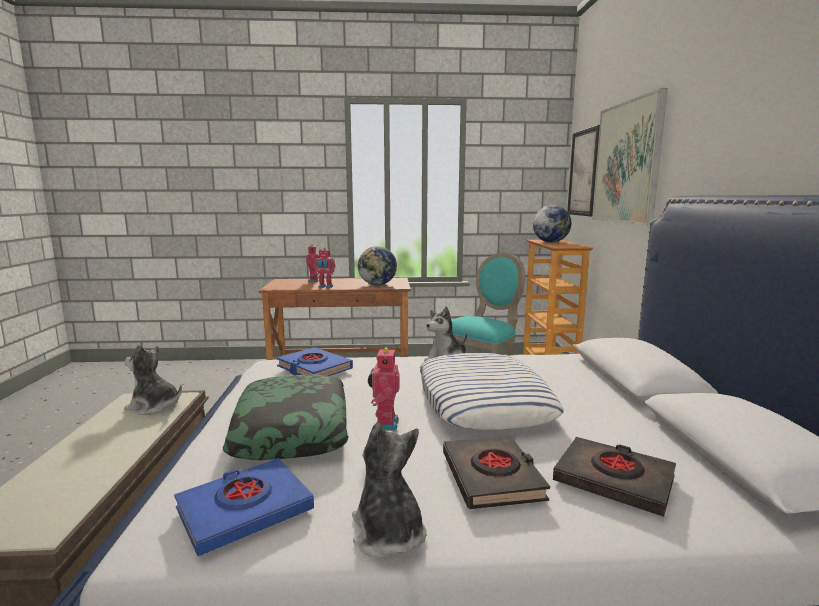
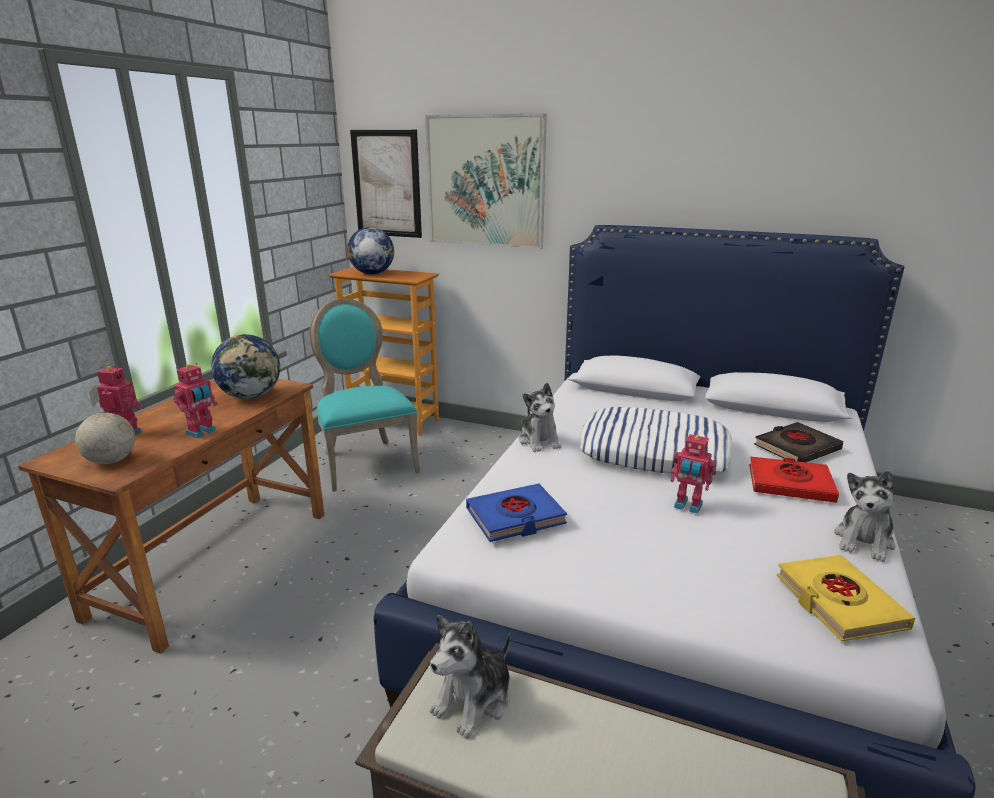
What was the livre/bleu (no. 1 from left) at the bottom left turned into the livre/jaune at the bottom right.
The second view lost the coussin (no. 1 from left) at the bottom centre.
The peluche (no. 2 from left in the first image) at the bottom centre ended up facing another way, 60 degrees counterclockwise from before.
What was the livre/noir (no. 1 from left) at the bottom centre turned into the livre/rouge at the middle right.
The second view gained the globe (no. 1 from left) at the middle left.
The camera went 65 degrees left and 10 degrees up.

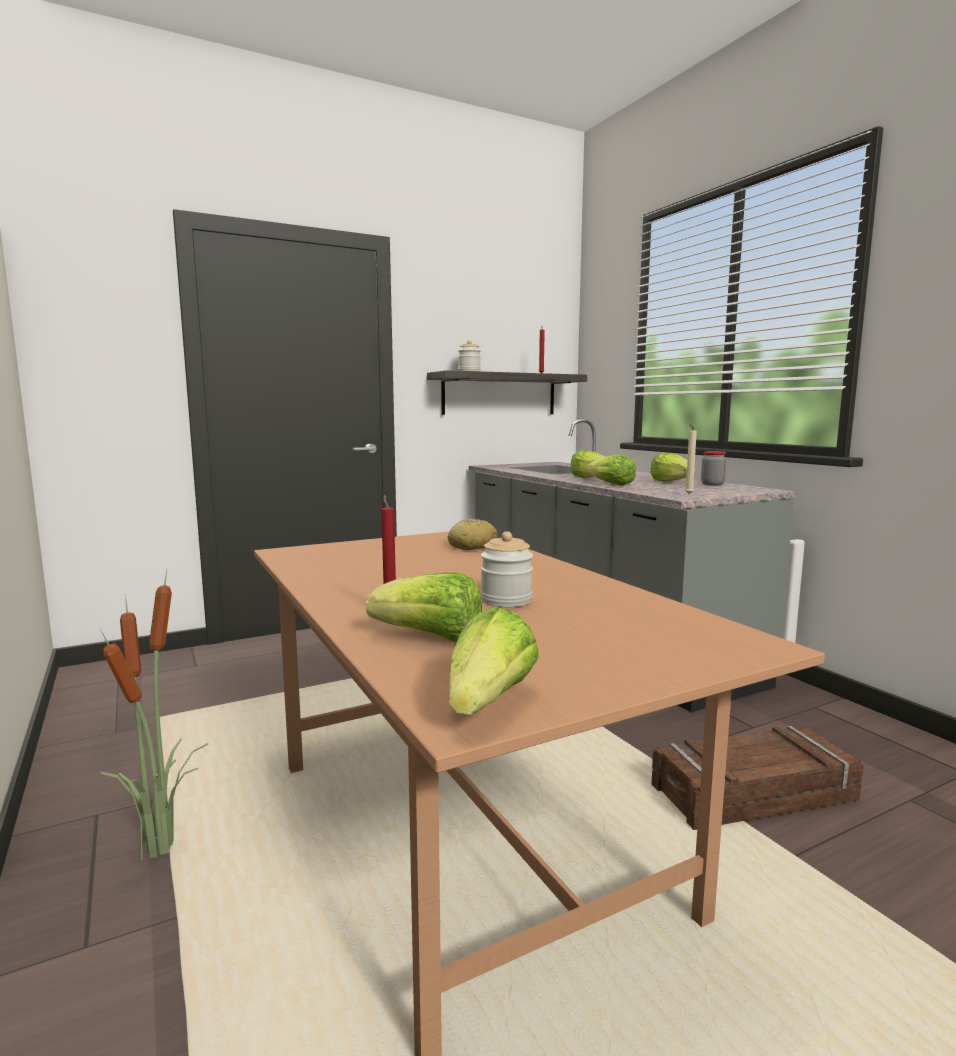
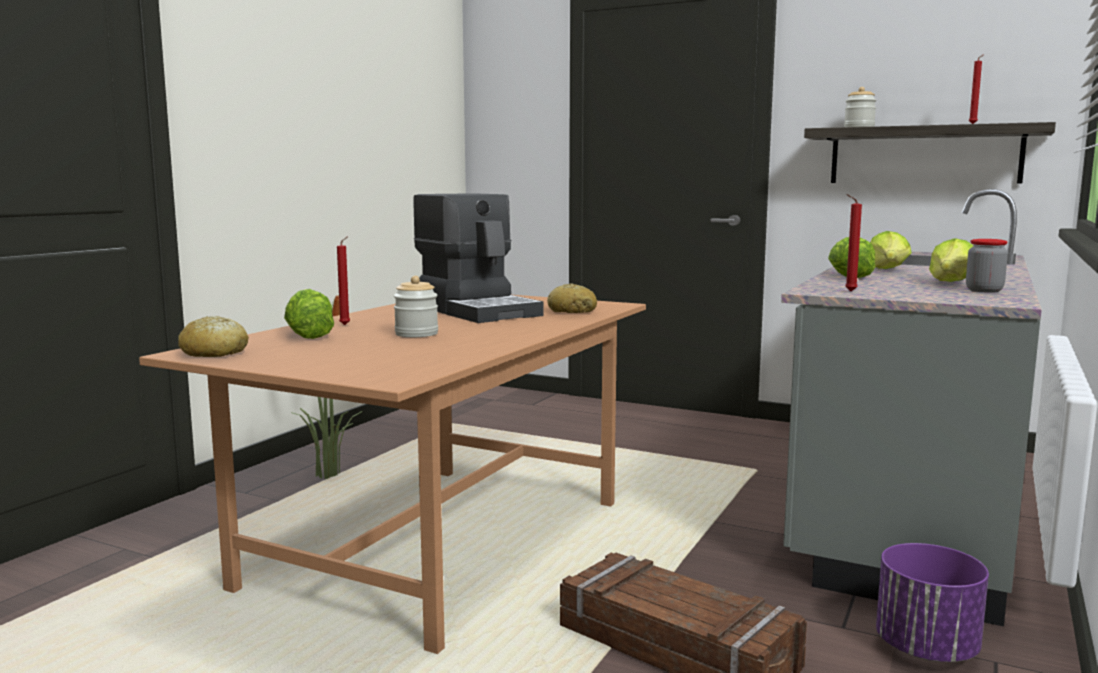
Where the laitue (no. 2 from left) stood at the centre, the pain (no. 1 from left) came to stand at the middle left.
What was the bougie/beige at the middle right turned into the bougie/rouge (no. 2 from left) at the middle right.
The second view gained the machine à café at the centre.
The second view gained the cache-pot/violet at the bottom right.
The camera went 55 degrees right and 0 degrees up.

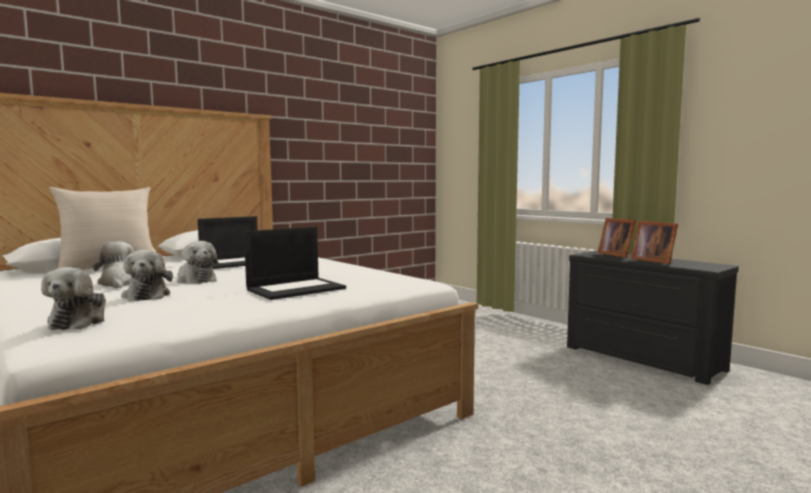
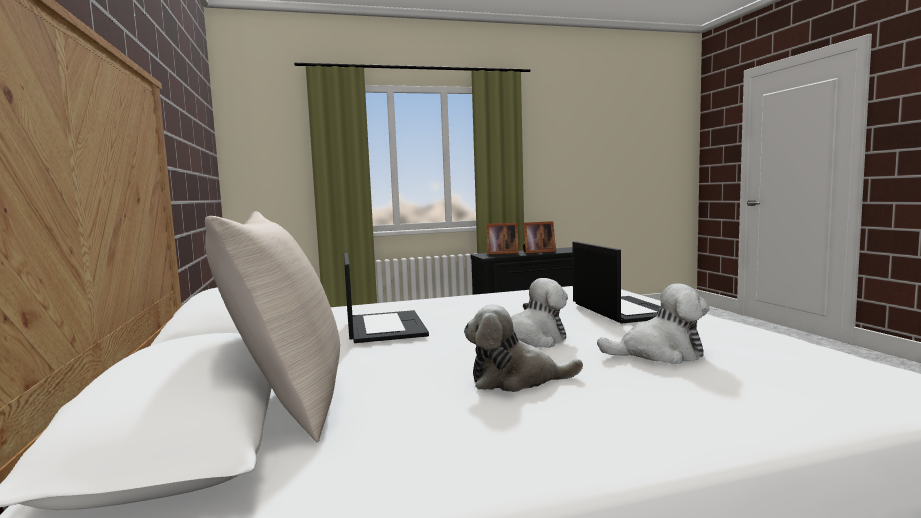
The second view lost the peluche (no. 1 from left) at the middle left.
The camera went 65 degrees left and 0 degrees up.

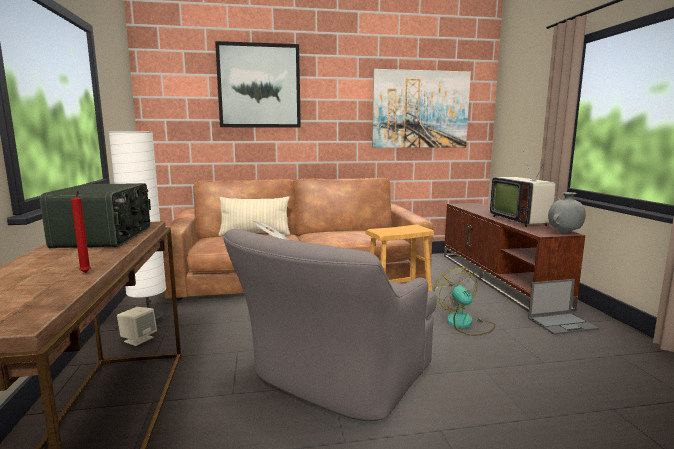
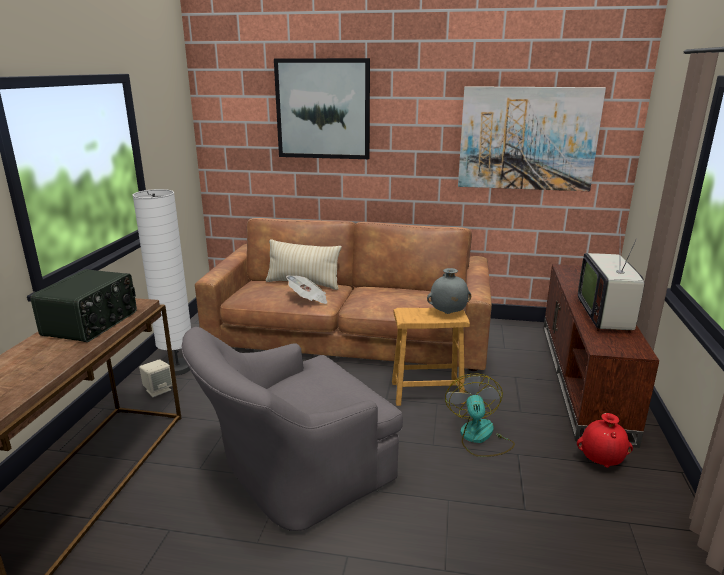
The second view lost the bougie/rouge at the middle left.
Where the ordinateur portable stood at the bottom right, the vase/rouge came to stand at the bottom right.
The vase/gris ended up elsewhere, having gone from the middle right to the centre.
The camera went 20 degrees right and 10 degrees up.

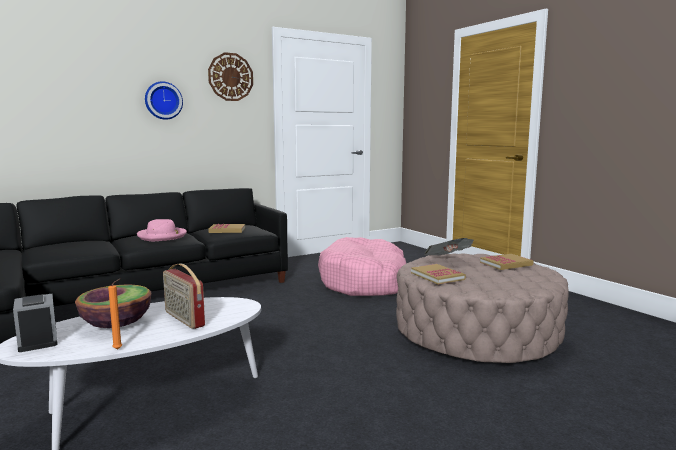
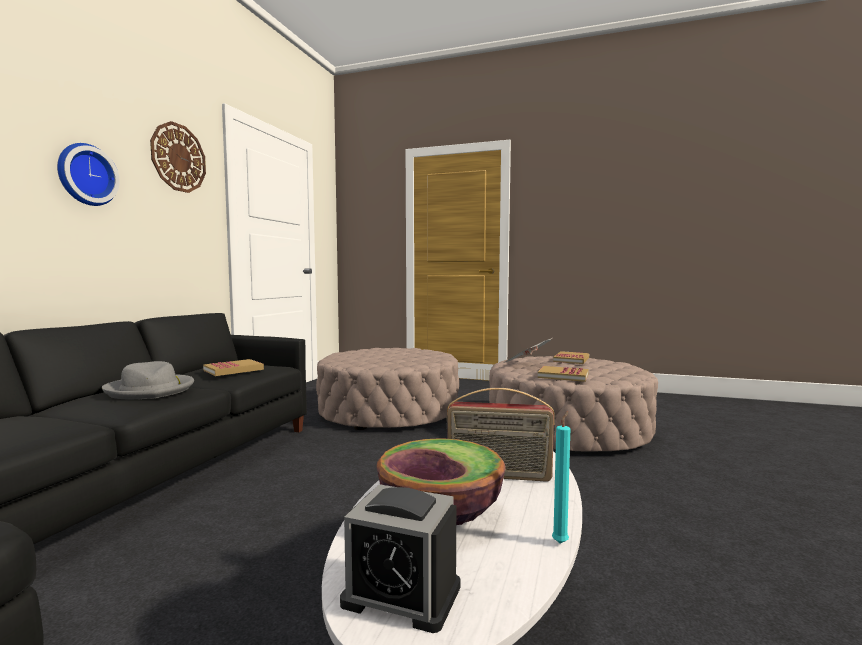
What was the bougie/orange at the bottom left turned into the bougie/turquoise at the bottom centre.
What was the chapeau/rose at the middle left turned into the chapeau/gris at the middle left.
Where the panier pour chien/rose stood at the centre, the pouf/beige (no. 1 from left) came to stand at the centre.
The camera went 40 degrees left and 5 degrees down.

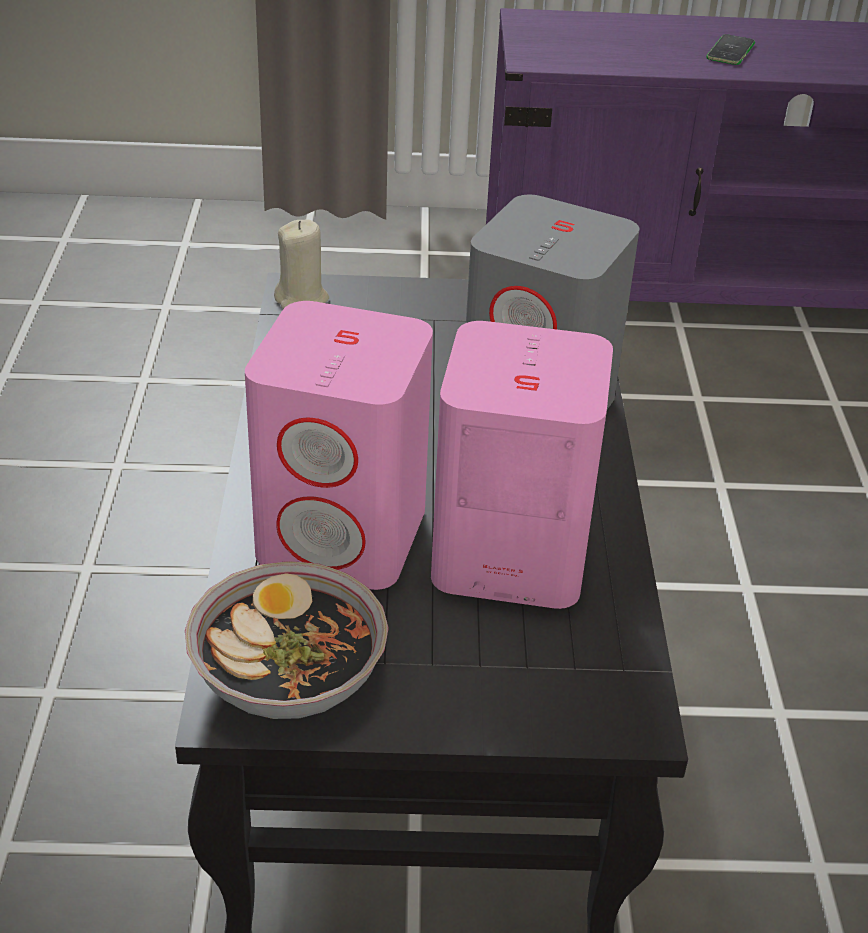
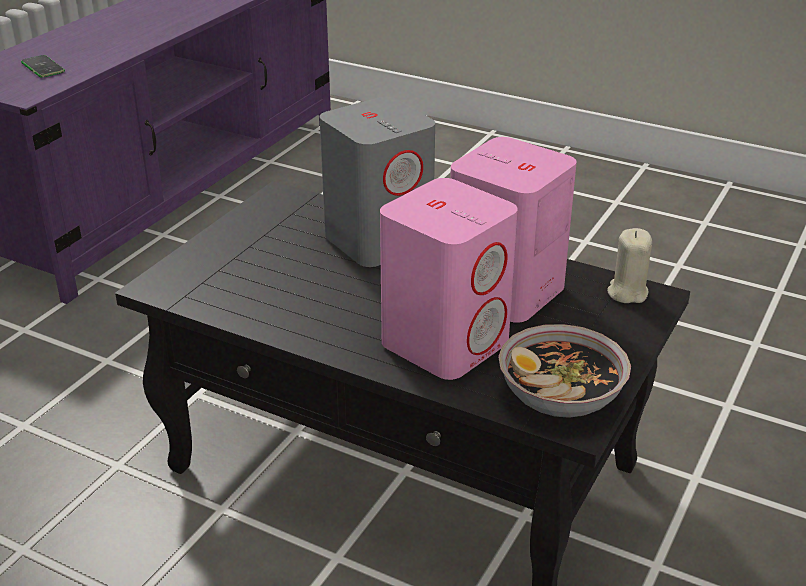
The bougie/beige ended up elsewhere, having gone from the top centre to the middle right.
The téléphone ended up elsewhere, having gone from the top right to the top left.
The camera went 60 degrees left and 5 degrees down.

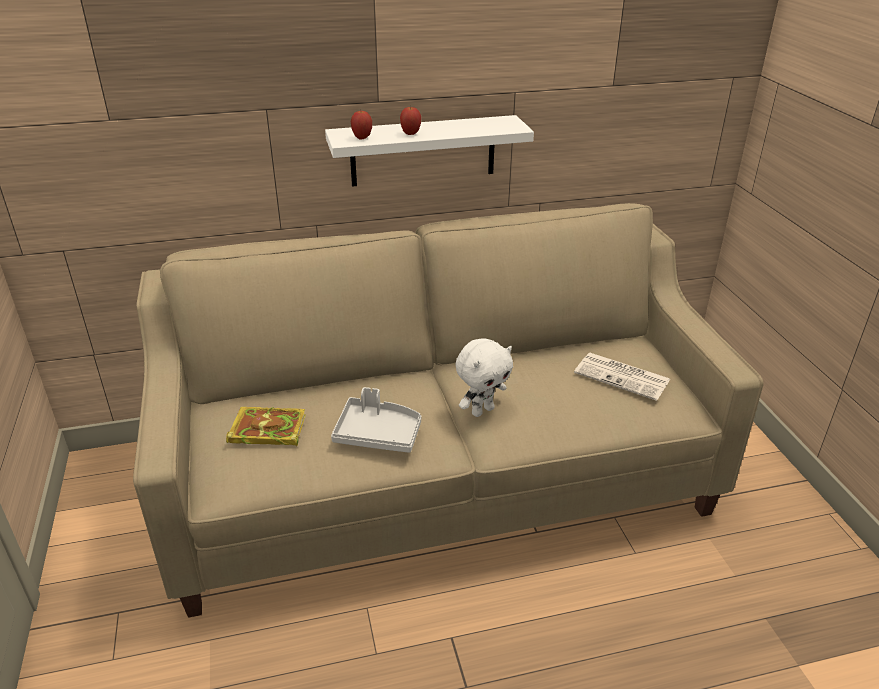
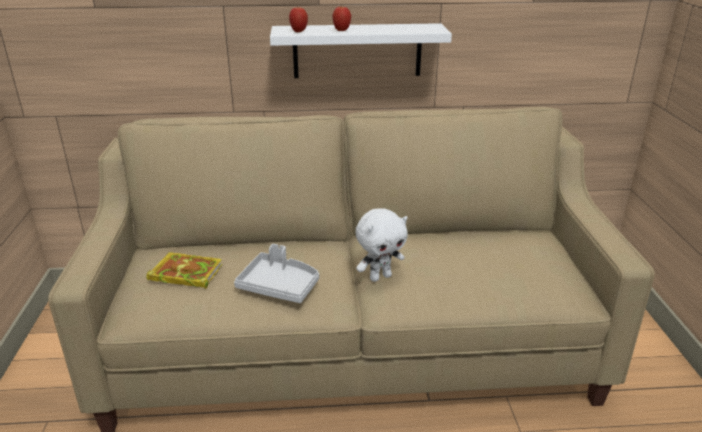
The second view lost the journal at the middle right.
The camera went 10 degrees right and 5 degrees down.

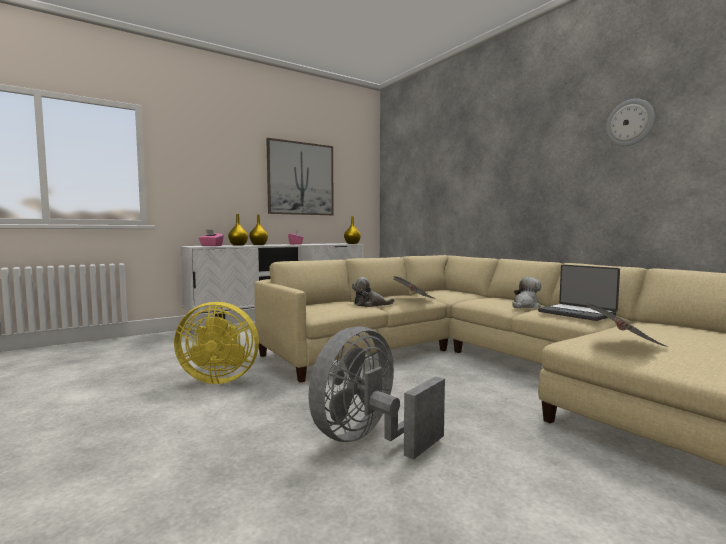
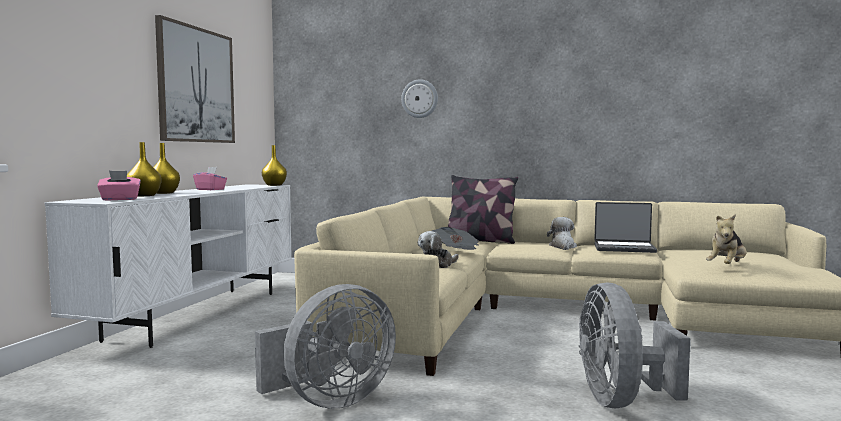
What was the ventilateur/jaune at the middle left turned into the ventilateur/gris (no. 1 from left) at the bottom centre.
Where the journal (no. 2 from left) stood at the middle right, the peluche (no. 3 from left) came to stand at the middle right.
The horloge murale ended up elsewhere, having gone from the top right to the top centre.
The second view gained the coussin at the centre.
The camera went 40 degrees left and 0 degrees up.

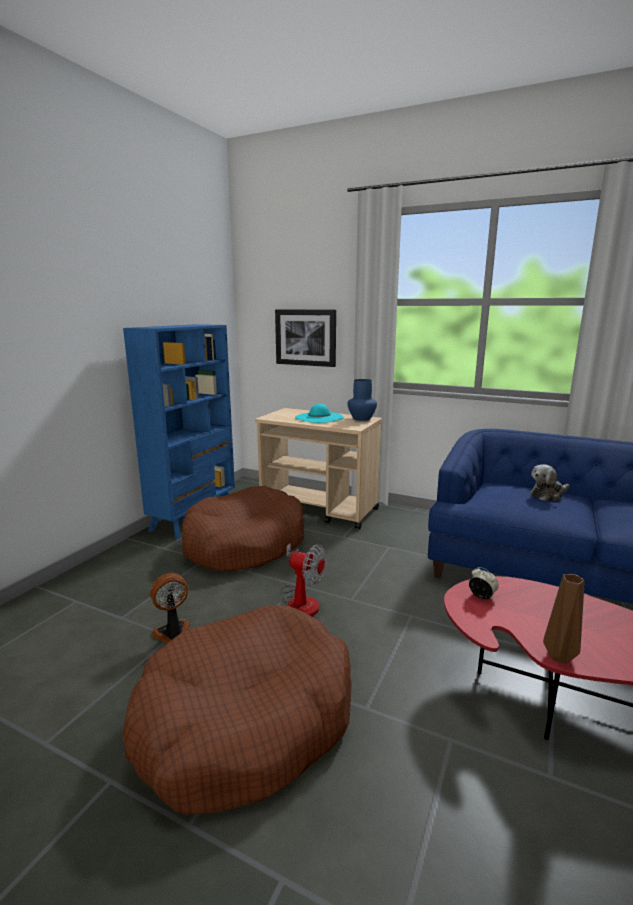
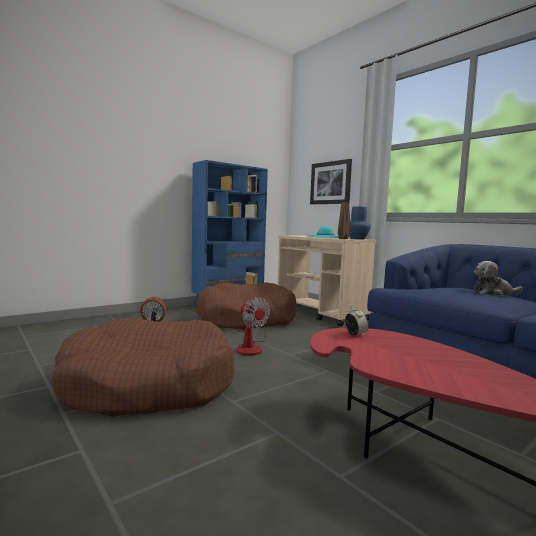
The vase/marron ended up elsewhere, having gone from the bottom right to the centre.
The camera went 25 degrees right and 10 degrees down.

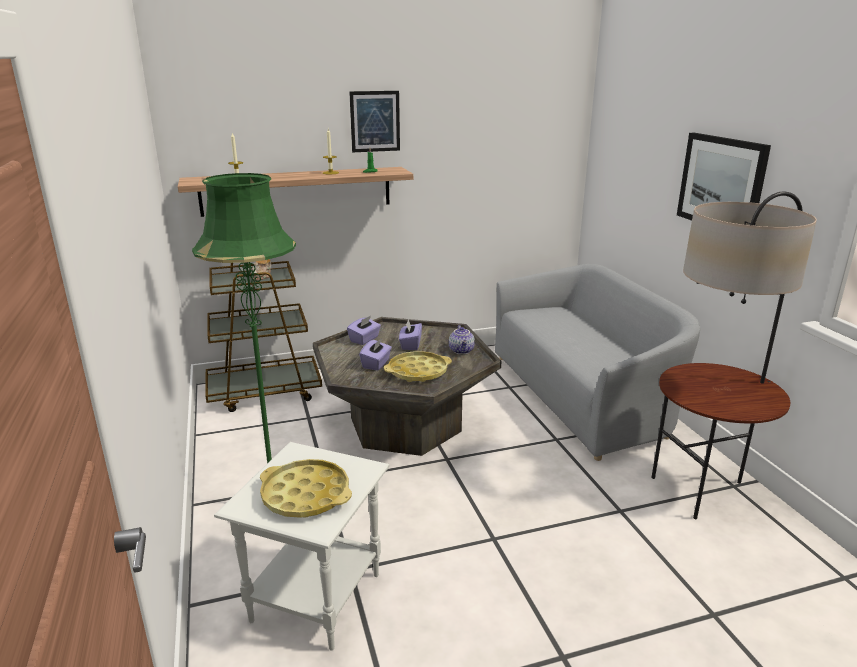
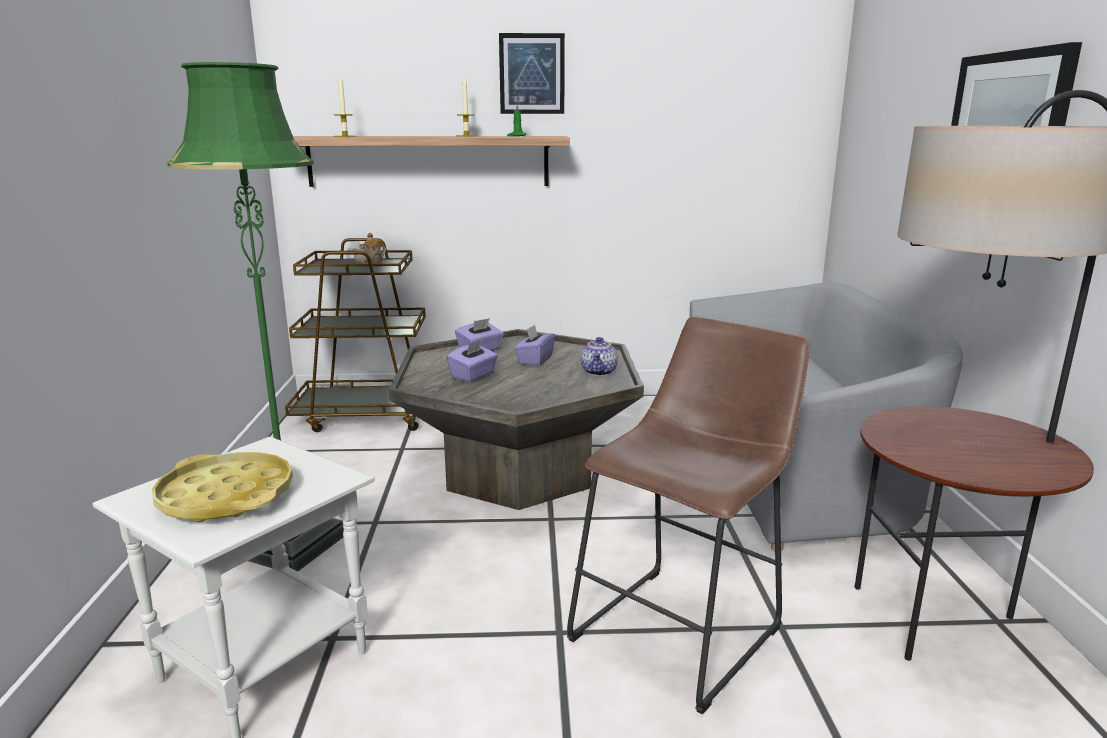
The second view lost the plateau/jaune (no. 2 from left) at the centre.
The second view gained the tabouret/marron at the bottom centre.
The camera went 15 degrees right and 5 degrees down.

